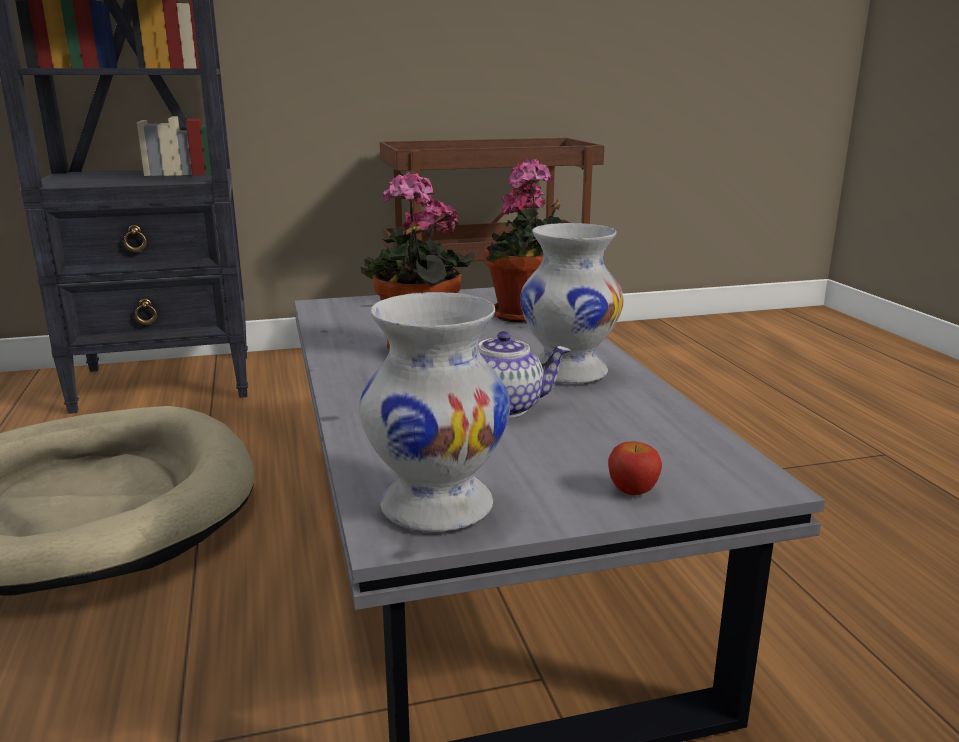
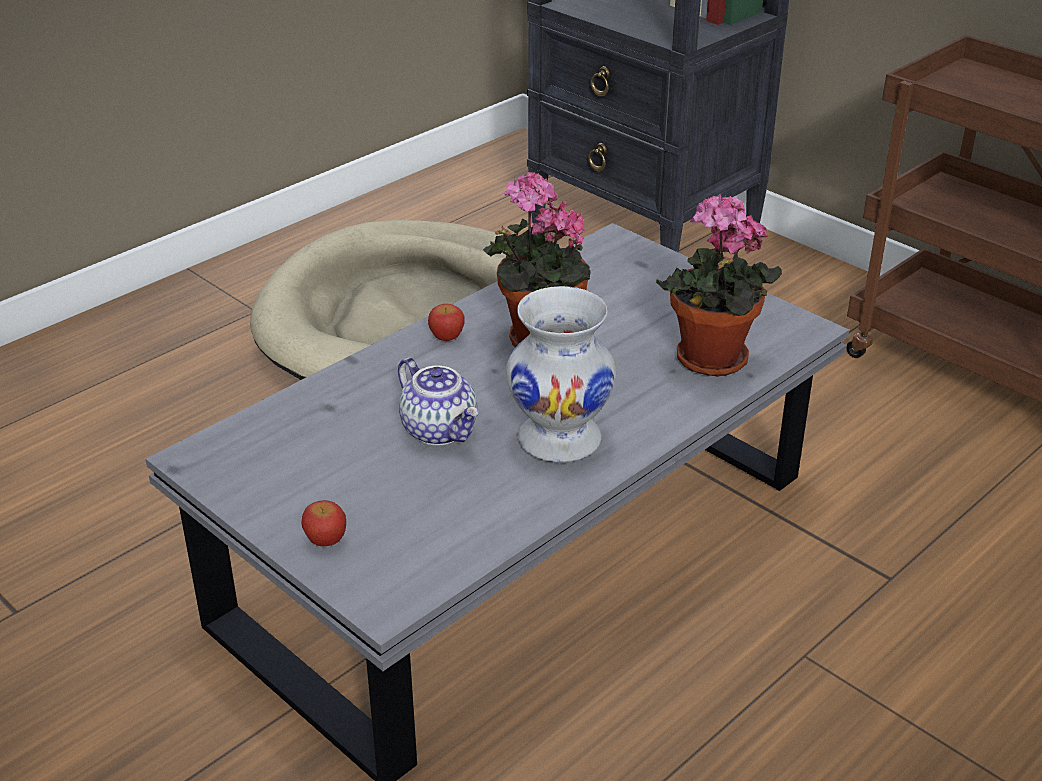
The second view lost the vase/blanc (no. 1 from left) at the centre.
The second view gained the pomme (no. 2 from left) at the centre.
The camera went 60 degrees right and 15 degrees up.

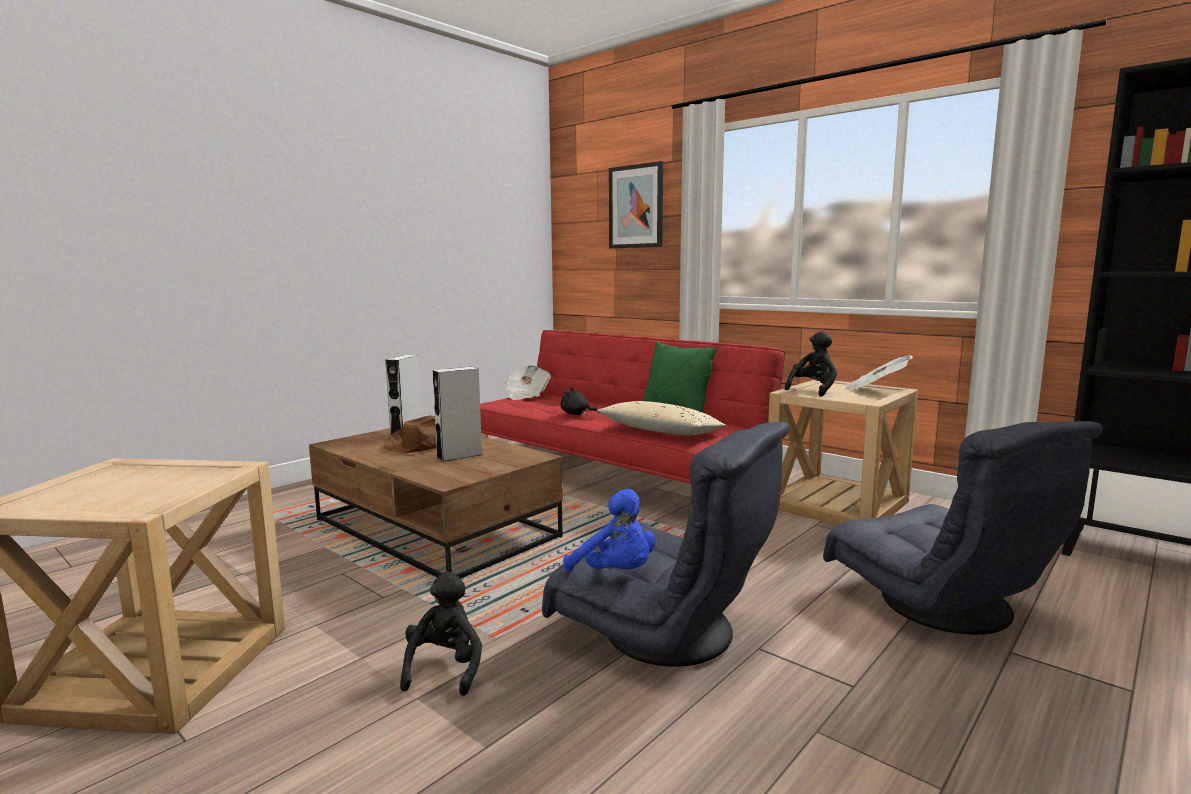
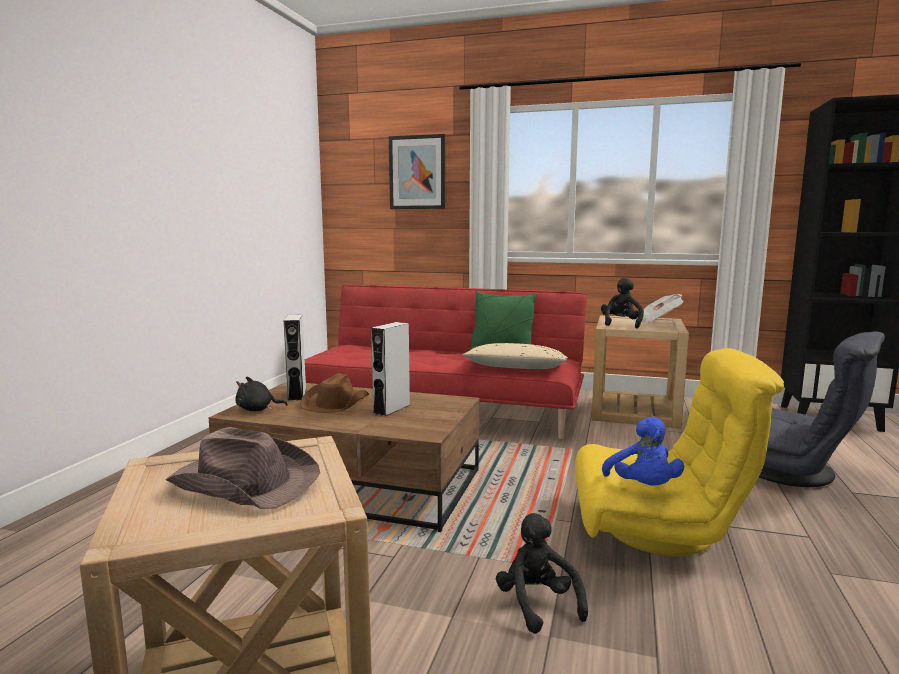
The second view lost the journal (no. 1 from left) at the centre.
What was the fauteuil/gris (no. 1 from left) at the bottom centre turned into the fauteuil/jaune at the bottom right.
The peluche/noir (no. 2 from left in the first image) ended up elsewhere, having gone from the centre to the middle left.
The peluche/bleu at the bottom centre ended up facing another way, 60 degrees clockwise from before.
The second view gained the chapeau/marron (no. 1 from left) at the bottom left.
The camera went 25 degrees left and 0 degrees up.

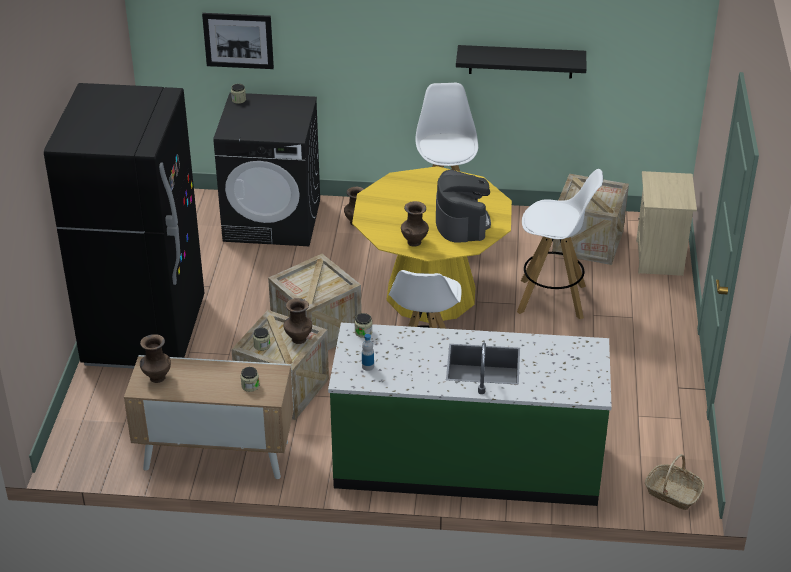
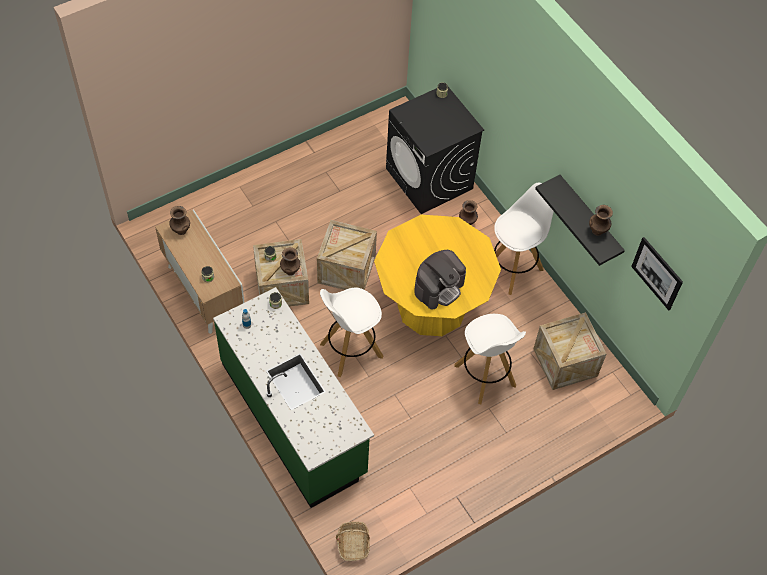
The second view lost the réfrigérateur/noir at the middle left.
The tableau ended up elsewhere, having gone from the top left to the middle right.
The vase/marron (no. 4 from left) ended up elsewhere, having gone from the centre to the middle right.
The second view lost the table de chevet/beige at the middle right.
The camera went 50 degrees right and 20 degrees up.

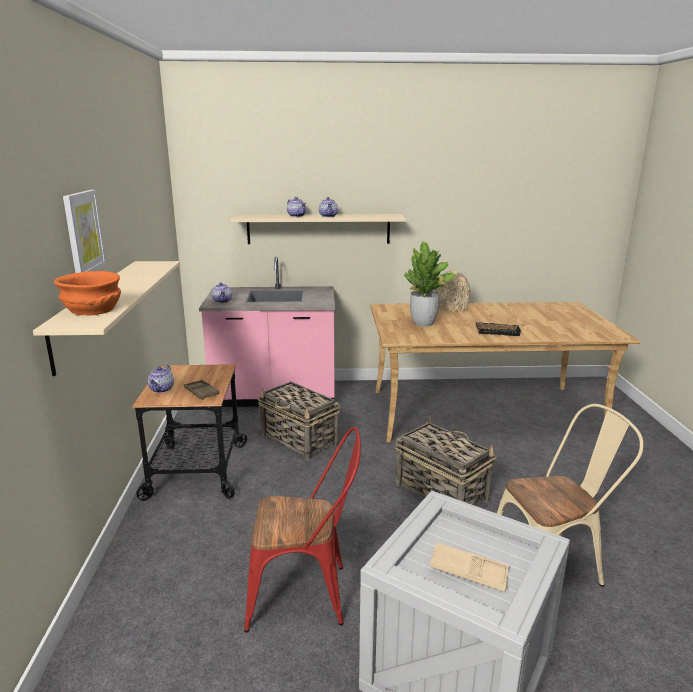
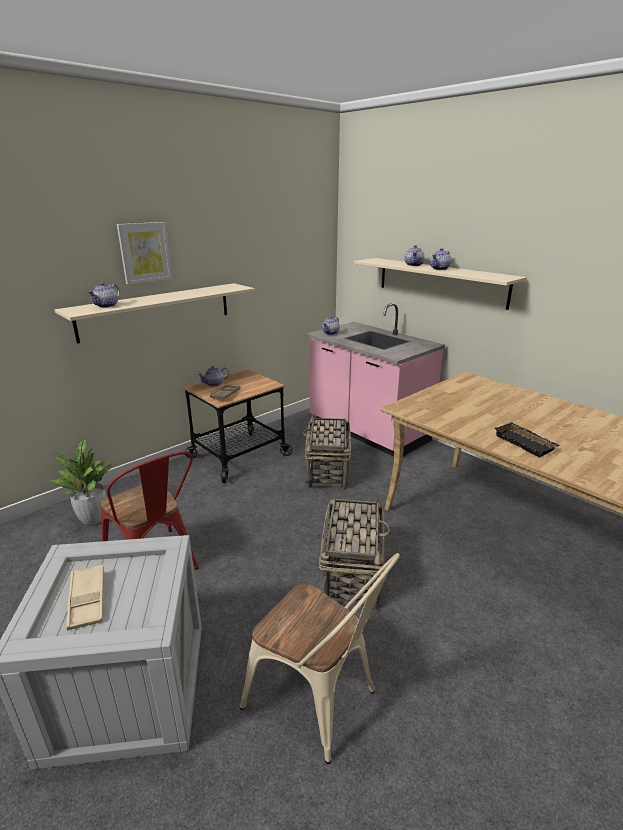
Where the bol/orange stood at the middle left, the théière (no. 1 from left) came to stand at the middle left.
The plante en pot ended up elsewhere, having gone from the centre to the middle left.
The second view lost the vase/beige at the centre.
The camera went 50 degrees right and 5 degrees up.

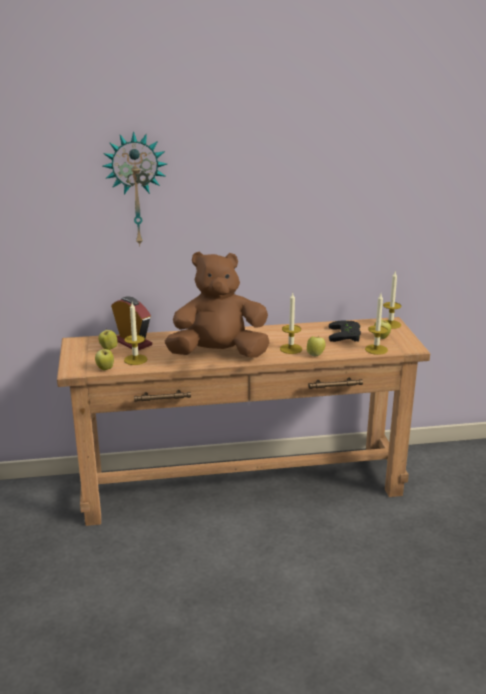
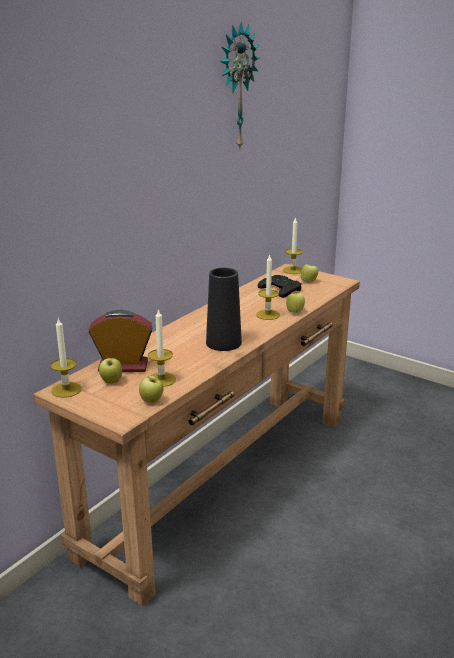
The horloge murale ended up elsewhere, having gone from the top left to the top centre.
Where the peluche/marron stood at the centre, the vase/noir came to stand at the centre.
The bougie (no. 3 from left in the first image) ended up elsewhere, having gone from the middle right to the middle left.
The camera went 45 degrees left and 0 degrees up.

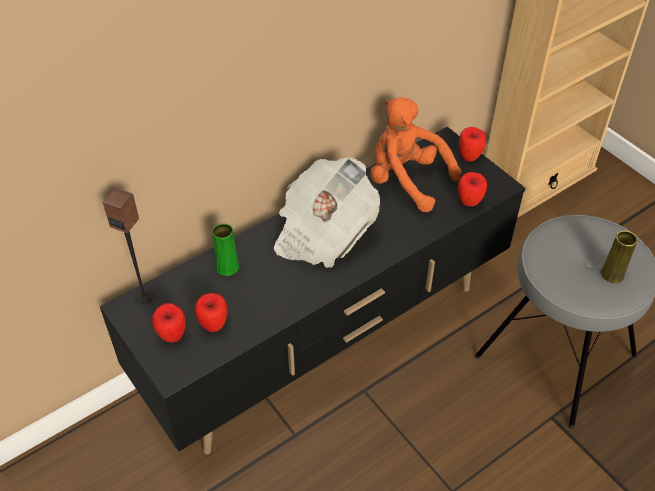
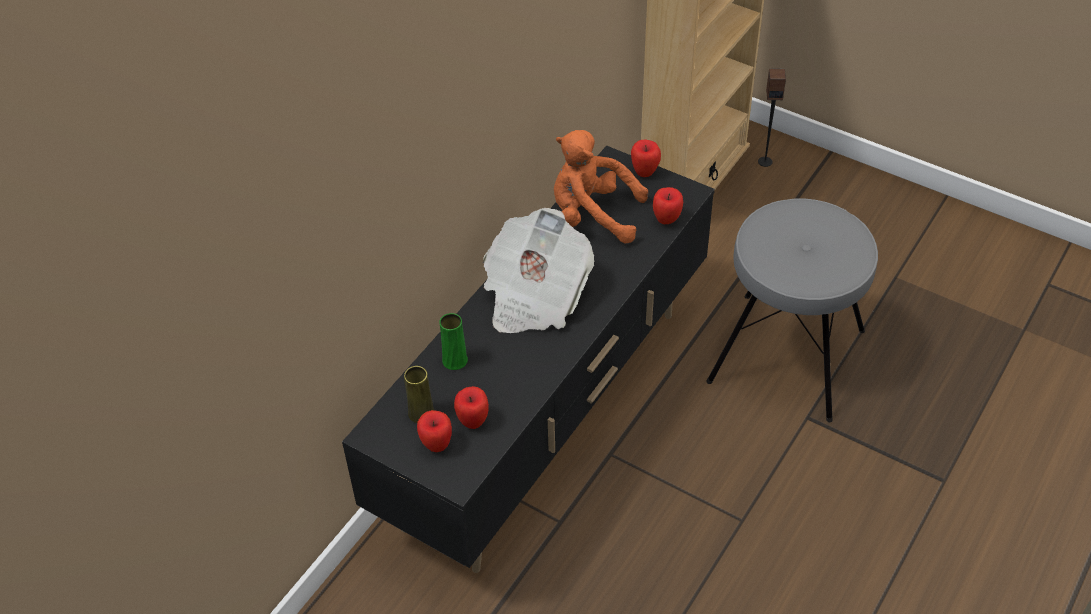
The enceinte ended up elsewhere, having gone from the middle left to the top right.
The vase/jaune ended up elsewhere, having gone from the middle right to the centre.
The camera went 20 degrees left and 0 degrees up.

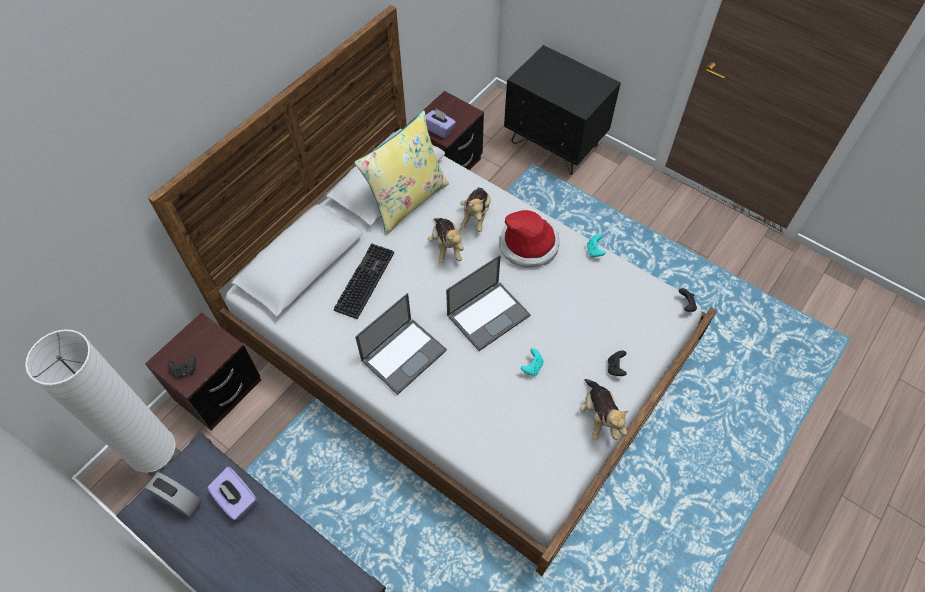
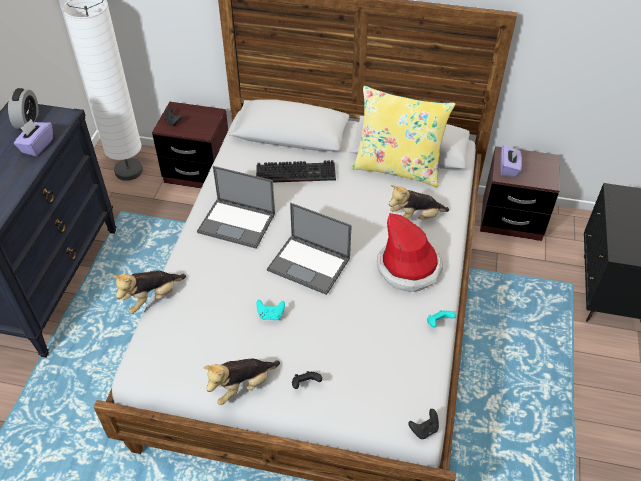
The peluche (no. 1 from left) ended up elsewhere, having gone from the centre to the middle left.
The camera went 65 degrees right and 10 degrees down.

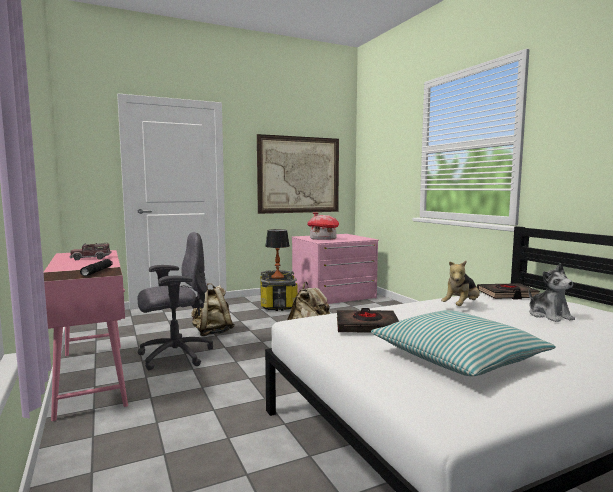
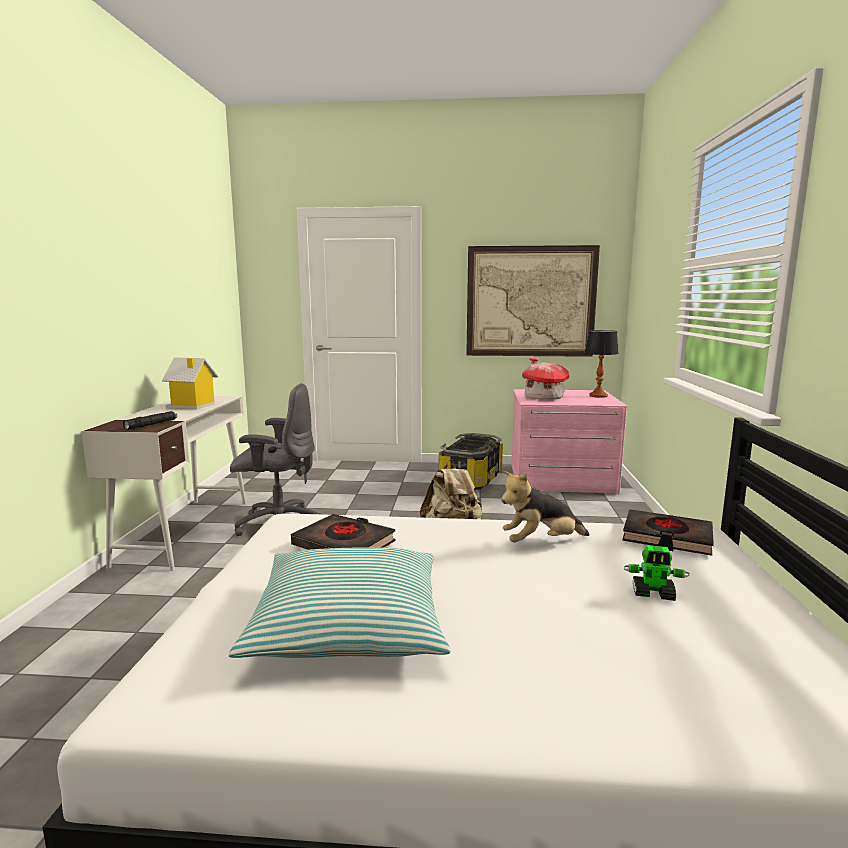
What was the bureau/rose at the bottom left turned into the bureau/blanc at the middle left.
Where the camion jouet stood at the middle left, the maison miniature (no. 1 from left) came to stand at the middle left.
The second view lost the sac à dos/beige (no. 1 from left) at the centre.
The lampe de table ended up elsewhere, having gone from the centre to the middle right.
Where the peluche (no. 2 from left) stood at the middle right, the robot jouet came to stand at the bottom right.
The camera went 30 degrees right and 5 degrees up.

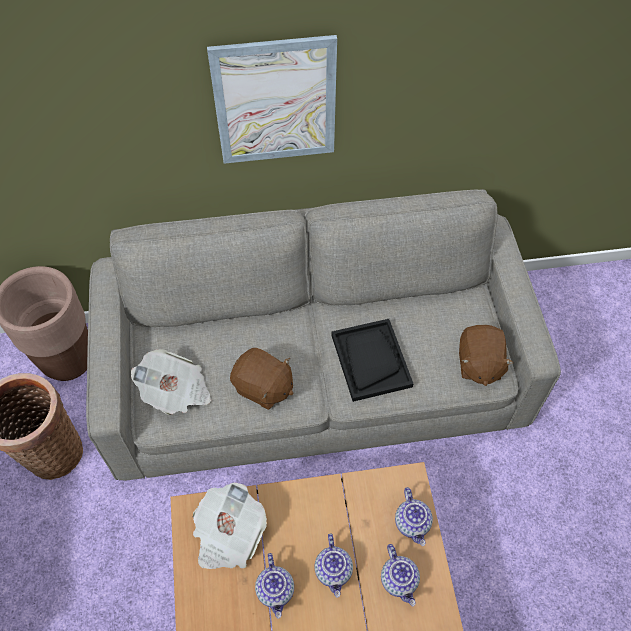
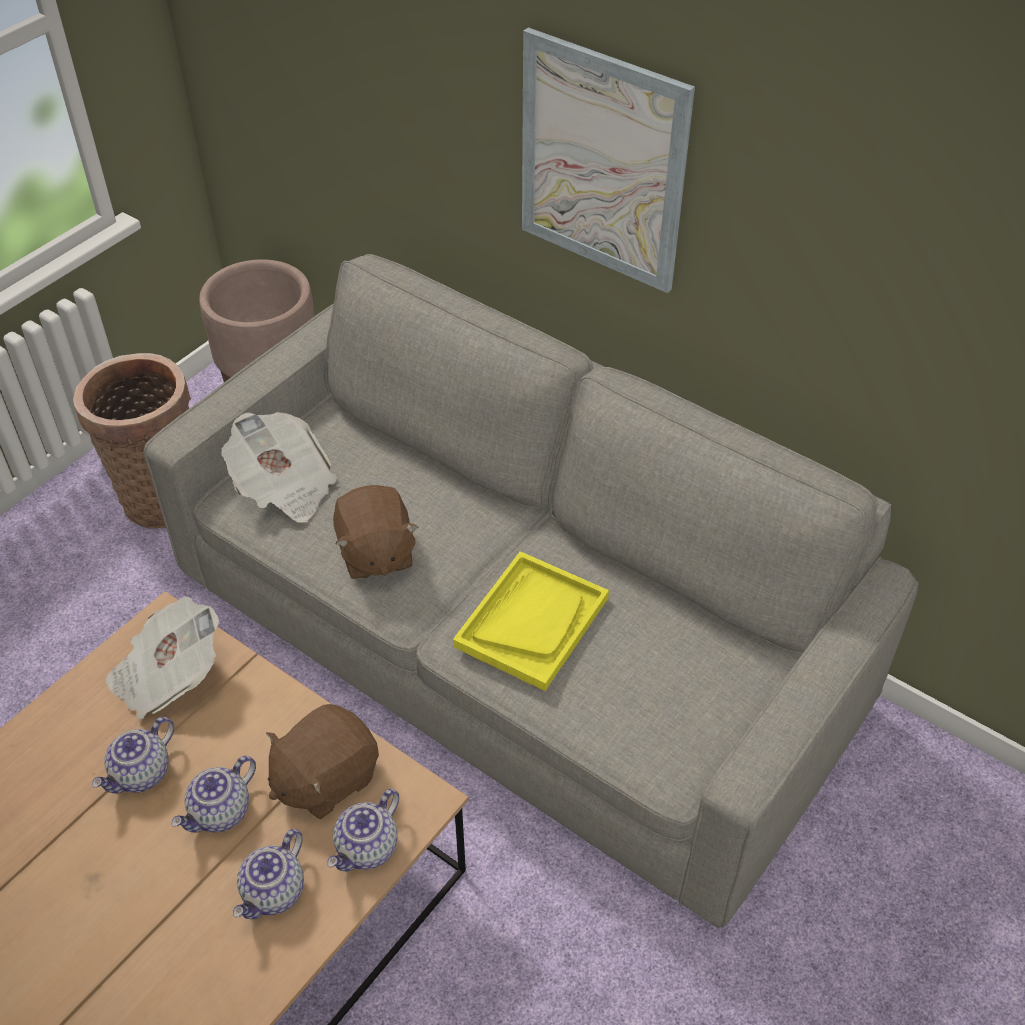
What was the plateau/noir at the centre turned into the plateau/jaune at the centre.
The peluche/marron (no. 2 from left in the first image) ended up elsewhere, having gone from the middle right to the bottom left.
The camera went 45 degrees right and 10 degrees down.

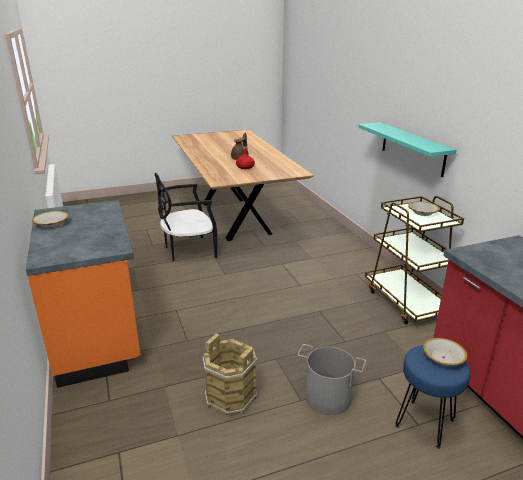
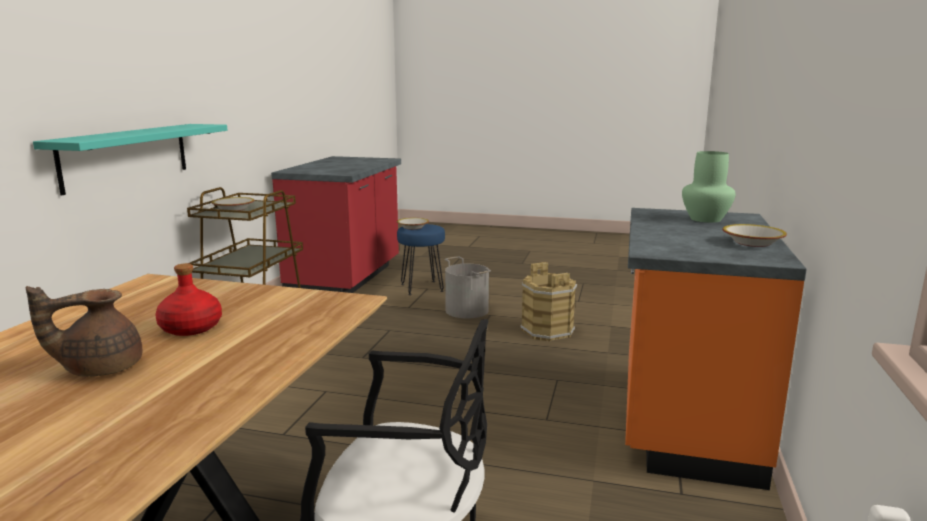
The second view gained the vase/vert at the middle right.
The camera went 145 degrees left and 10 degrees down.

